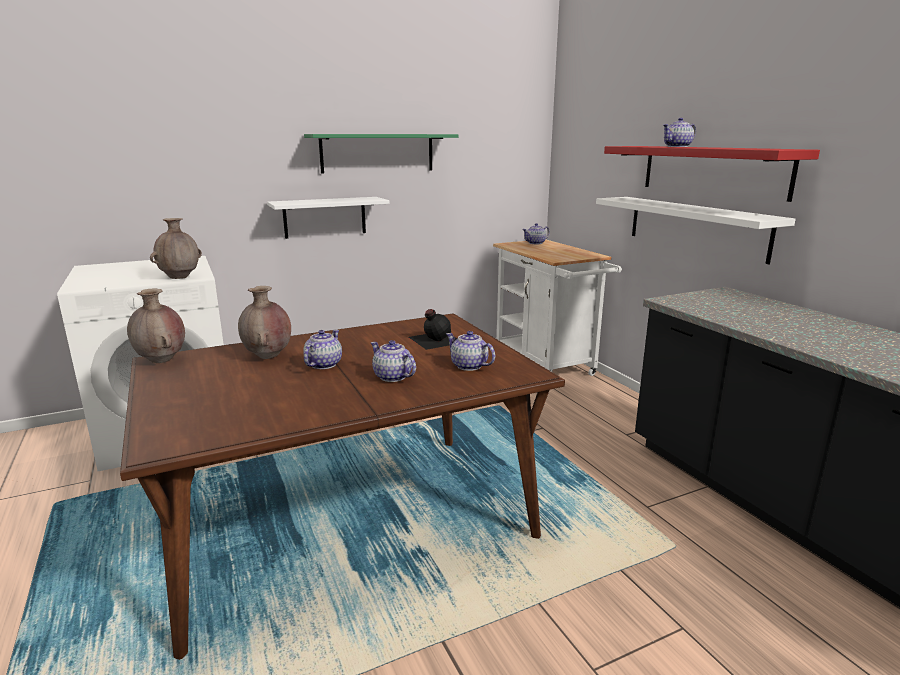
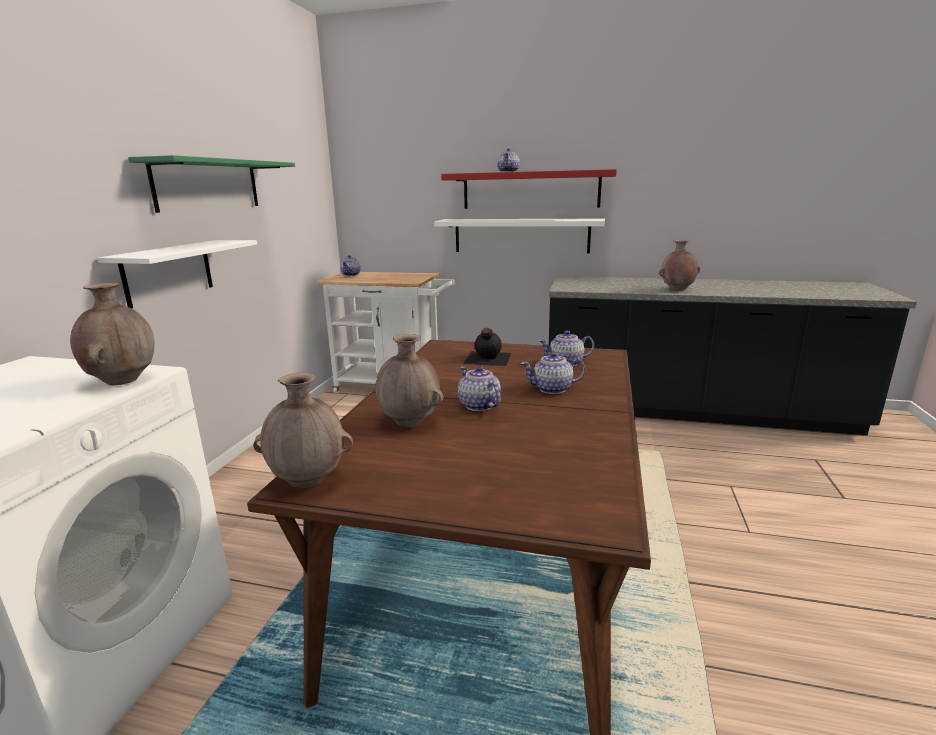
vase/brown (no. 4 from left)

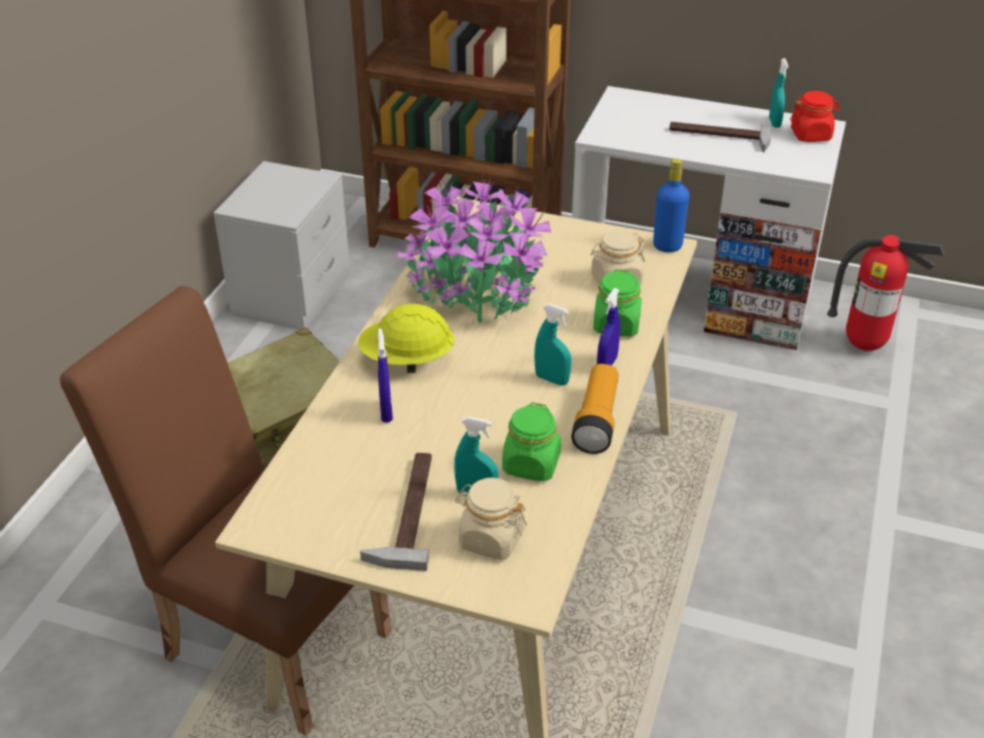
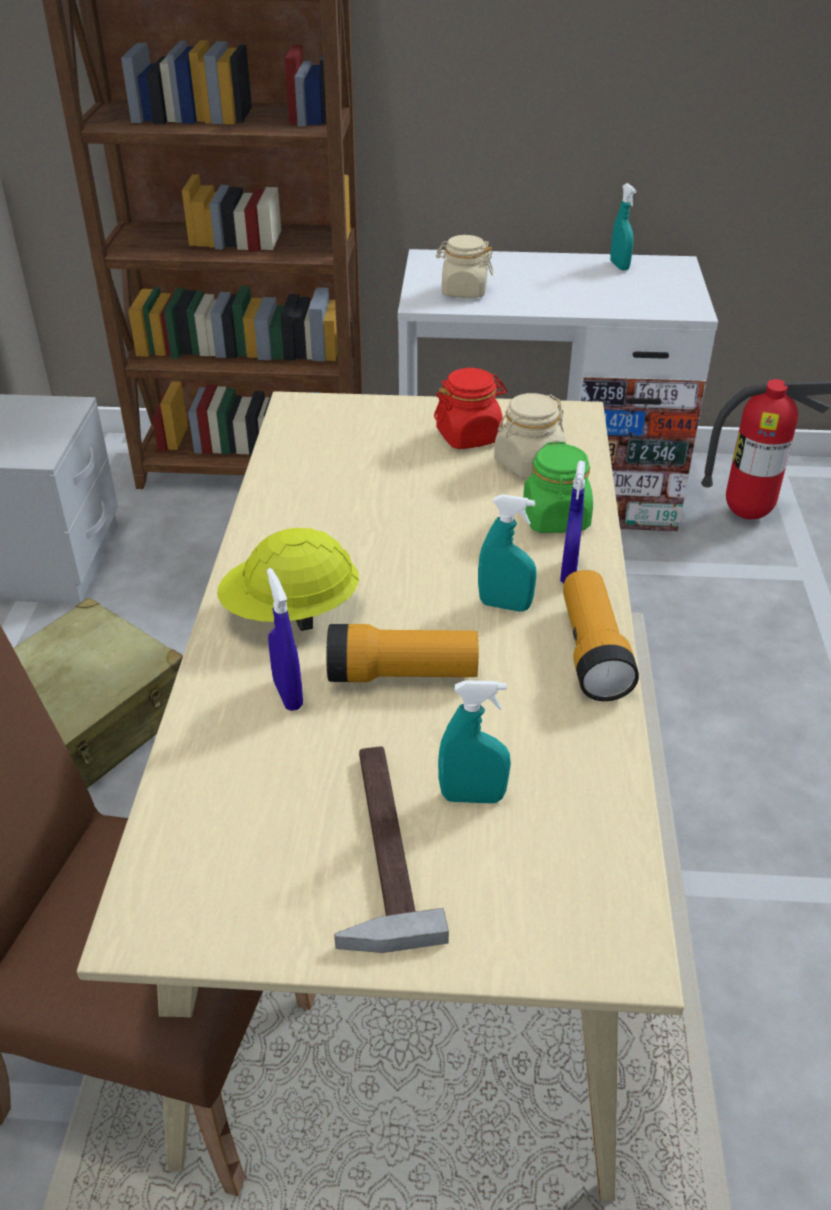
jar/red
hammer (no. 2 from left in the first image)
bottle/blue
potted plant
jar/green (no. 1 from left in the first image)
jar/beige (no. 1 from left)
flashlight (no. 1 from left)

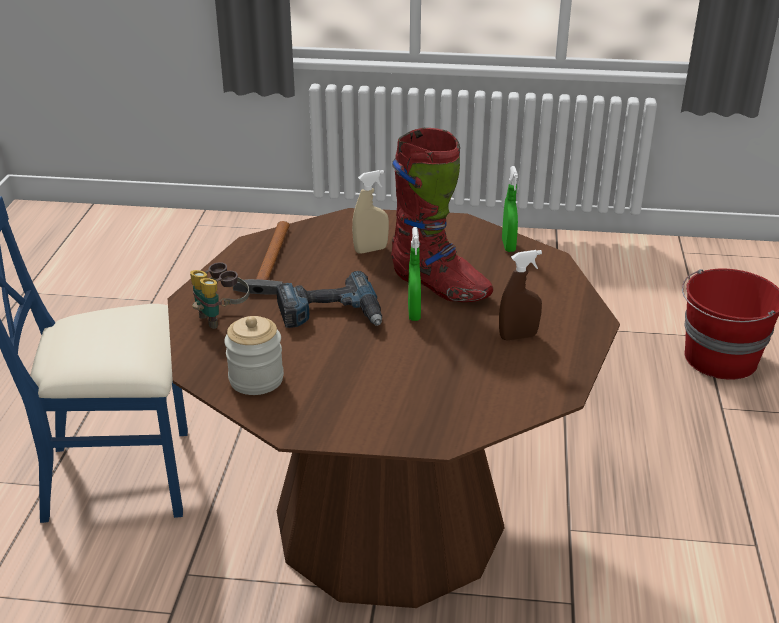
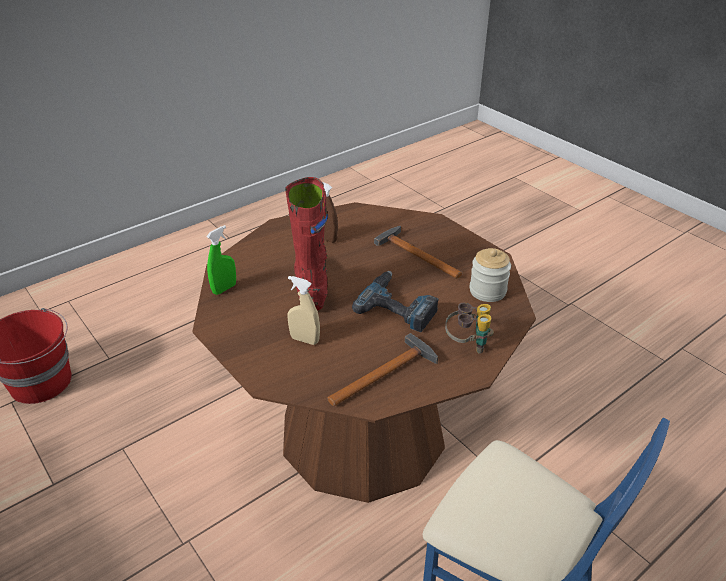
spray bottle/green (no. 1 from left in the first image)
hammer (no. 2 from left)

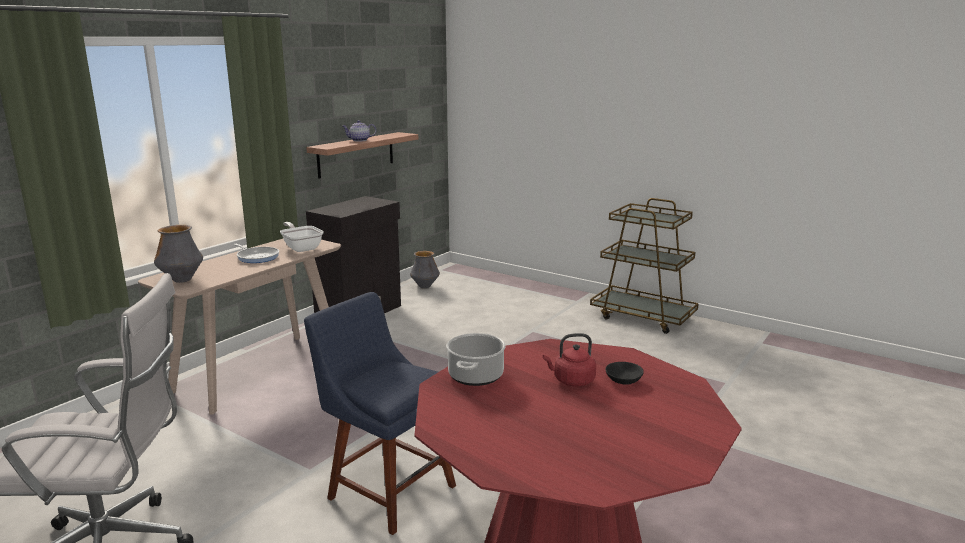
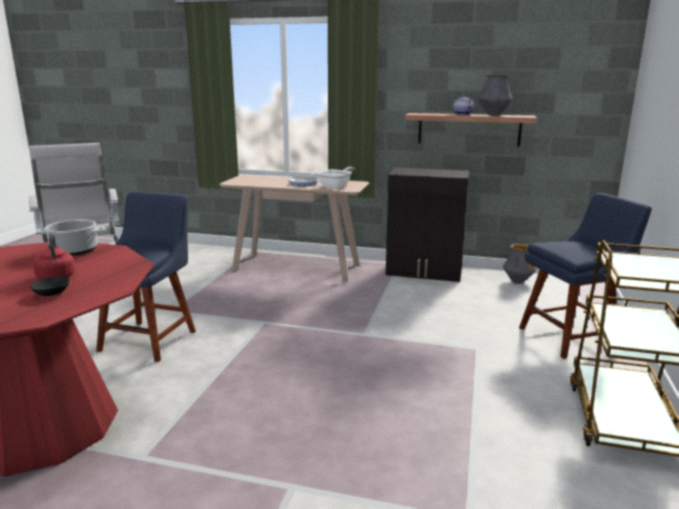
vase (no. 1 from left)
chair/blue (no. 2 from left)

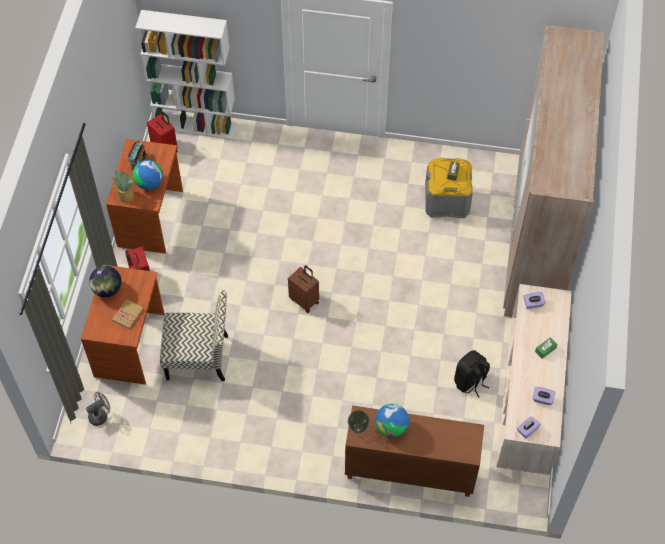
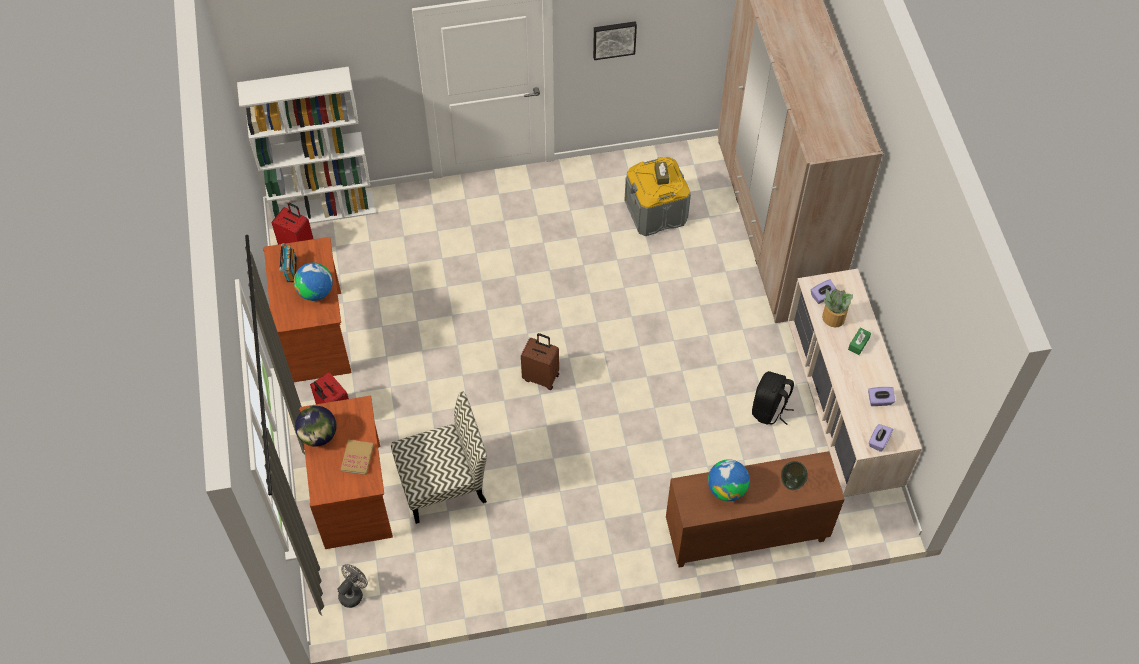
potted plant
vase
picture

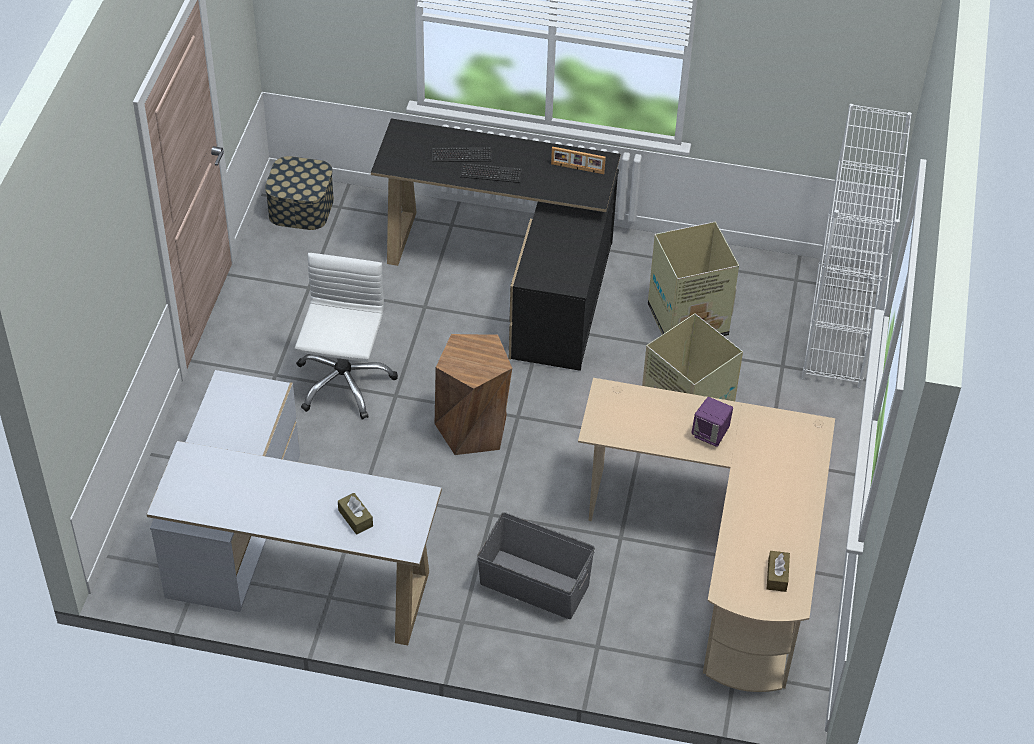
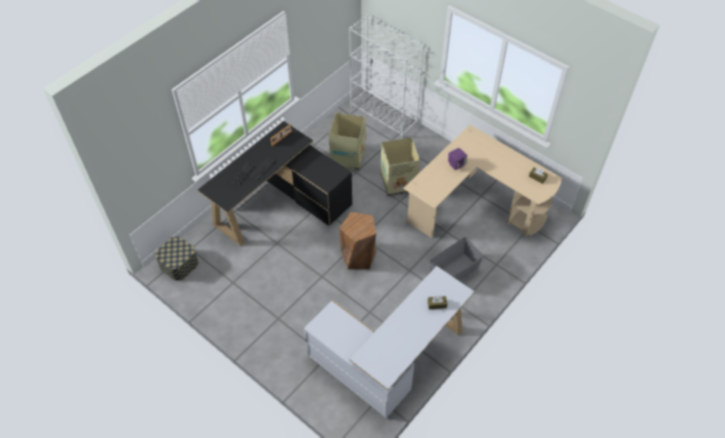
office chair/white

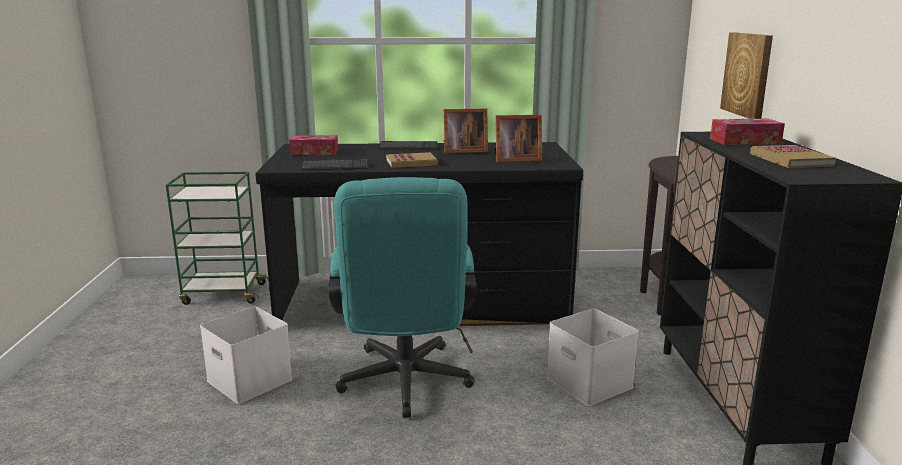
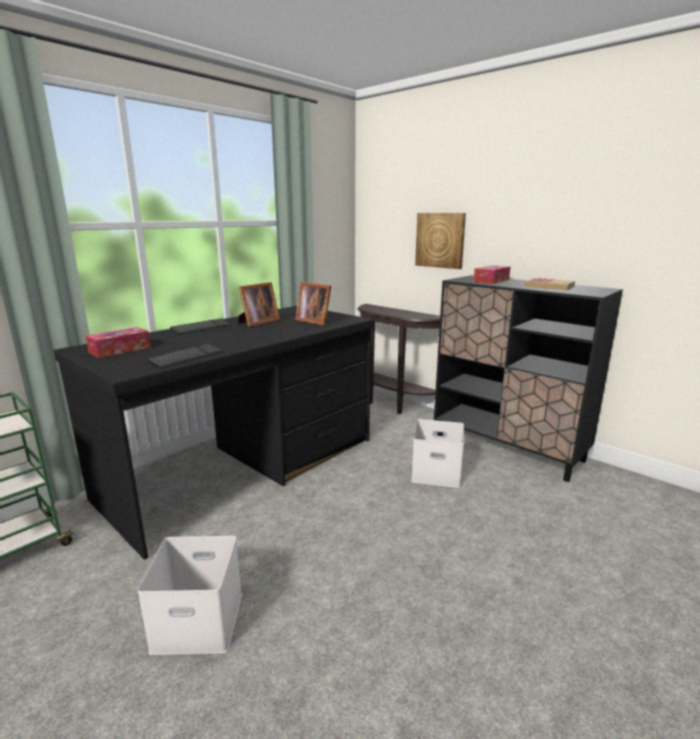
picture frame (no. 2 from left)
book (no. 1 from left in the first image)
office chair/turquoise

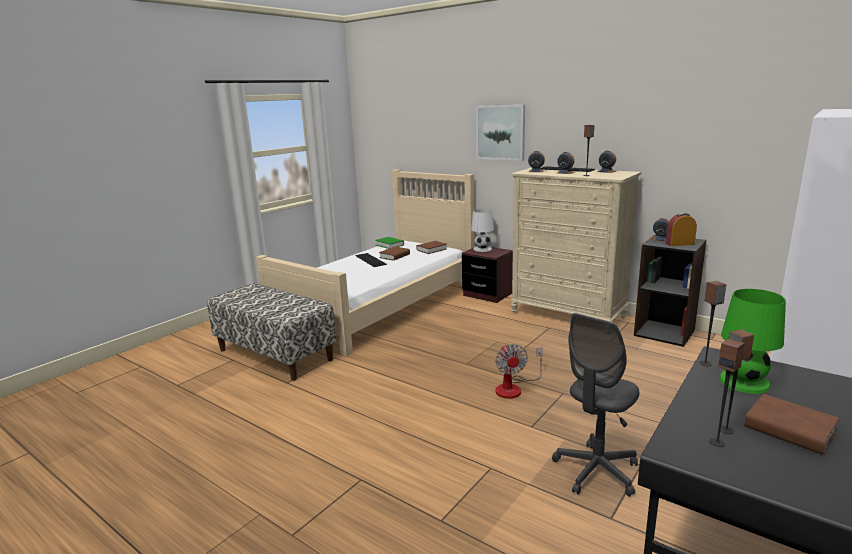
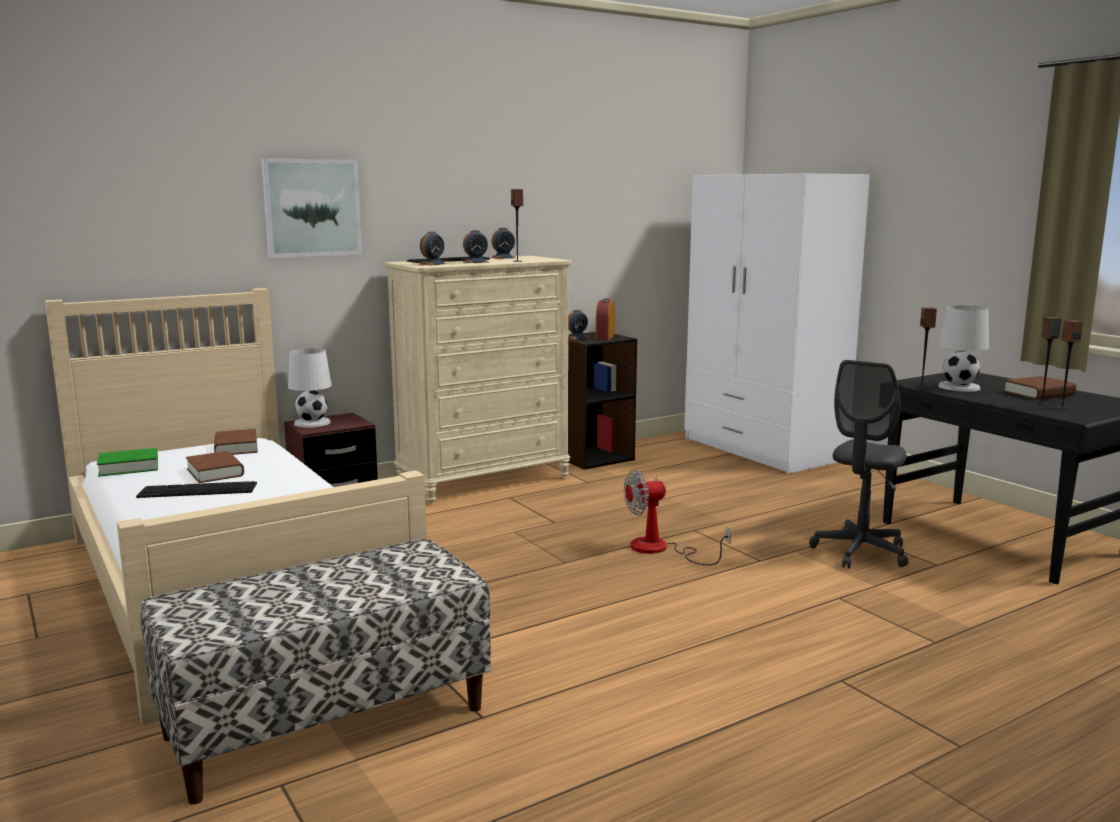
table lamp/white (no. 2 from left)
office chair/grey
fan

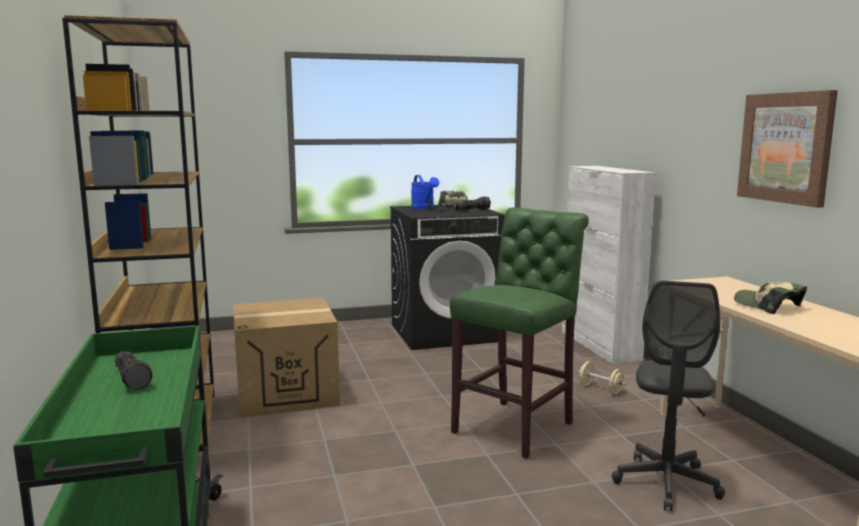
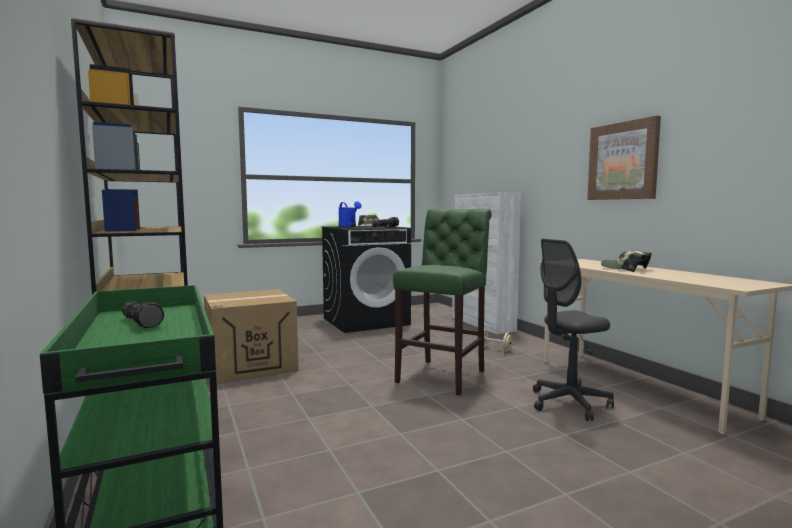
office chair/grey

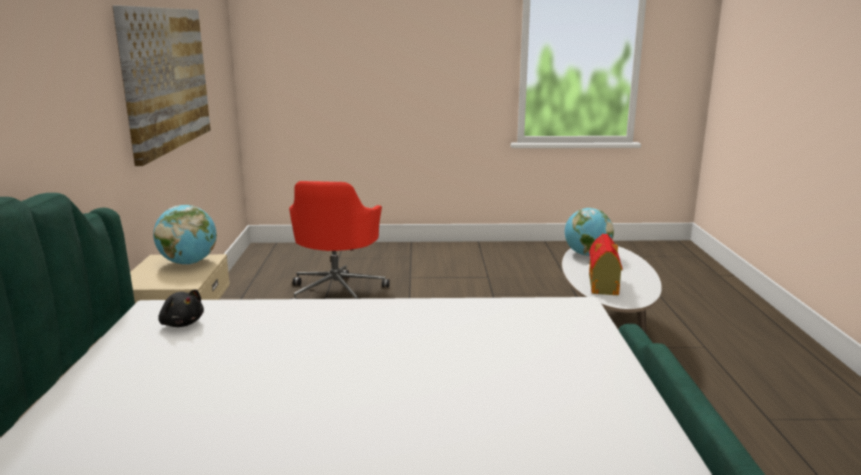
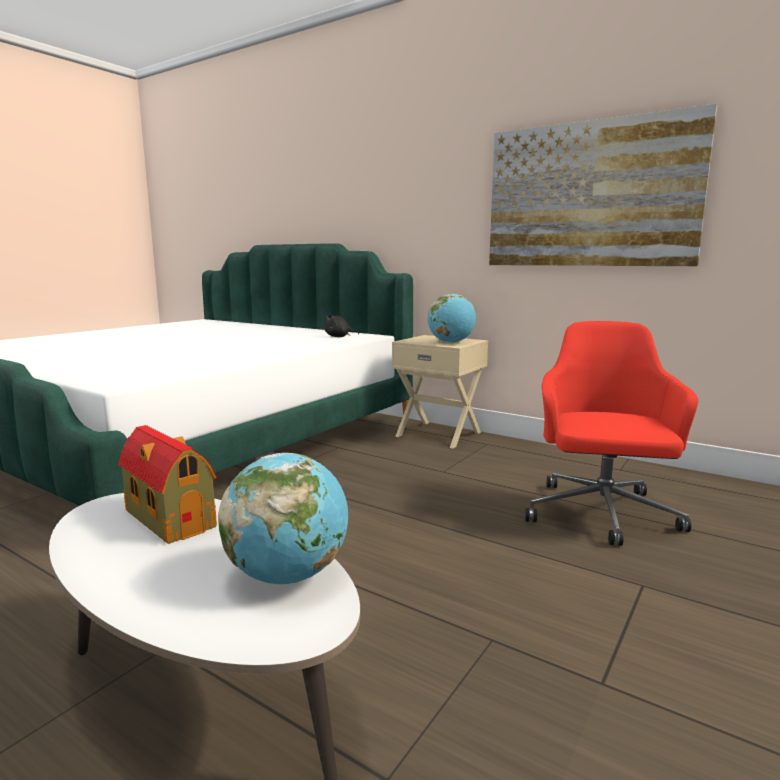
office chair/red

